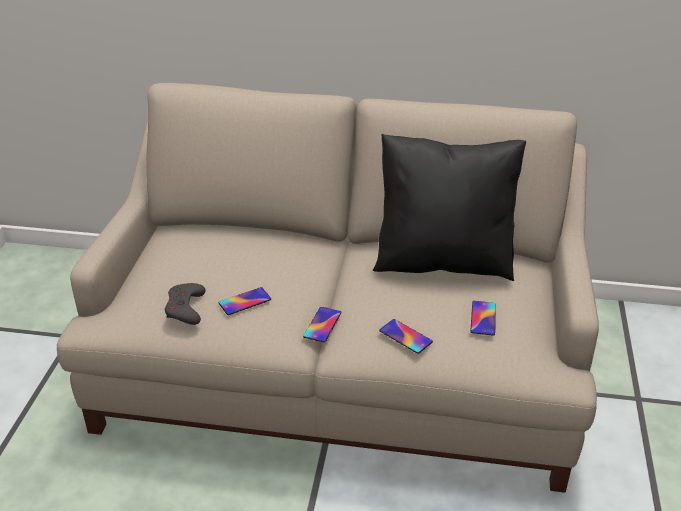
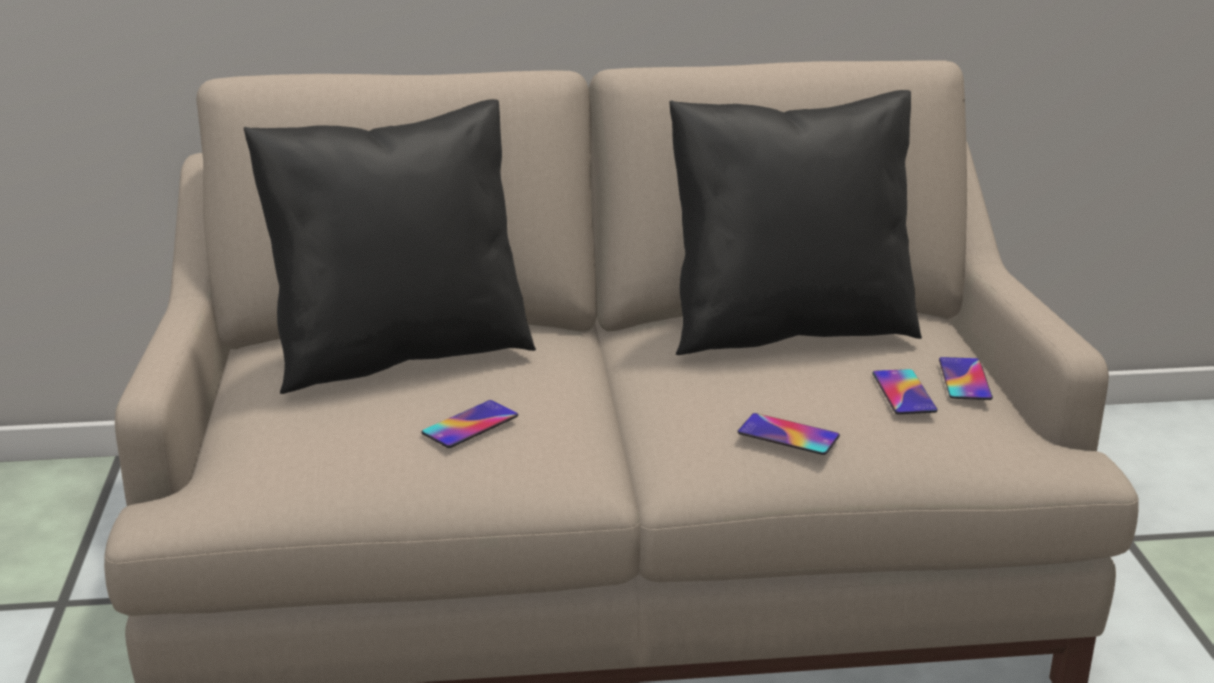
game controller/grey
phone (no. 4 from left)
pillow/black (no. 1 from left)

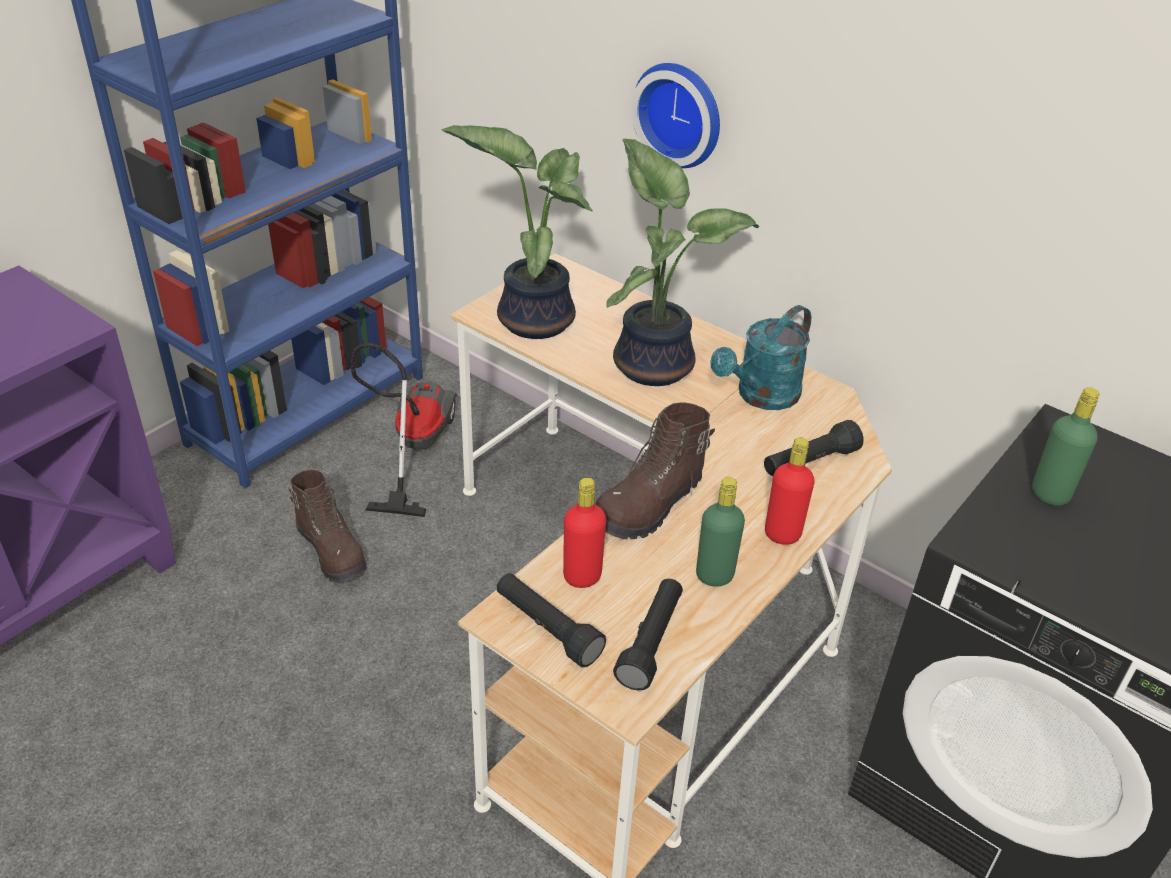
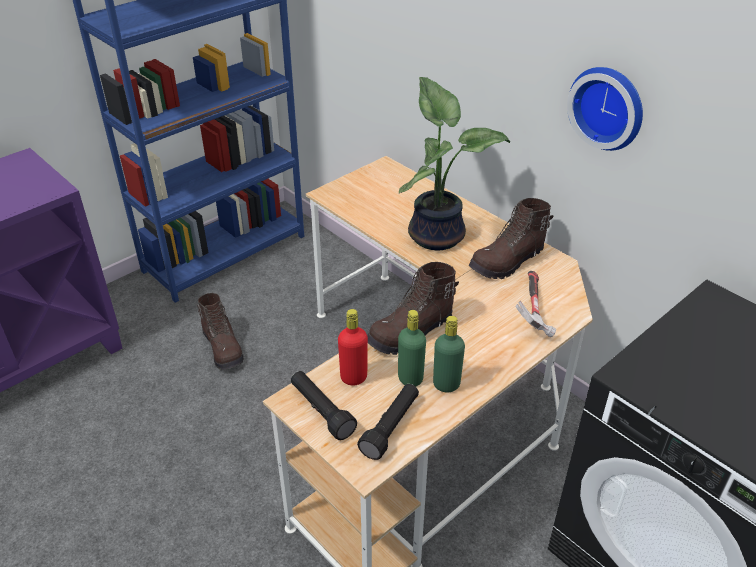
wall clock
potted plant (no. 1 from left in the first image)
boot/brown (no. 3 from left)
vacuum cleaner
bottle/green (no. 1 from left)
hammer
bottle/red (no. 2 from left in the first image)

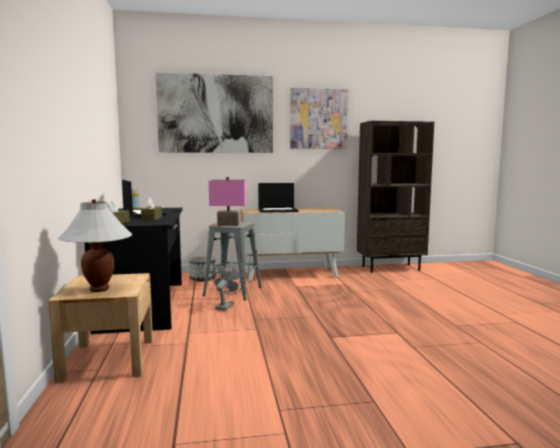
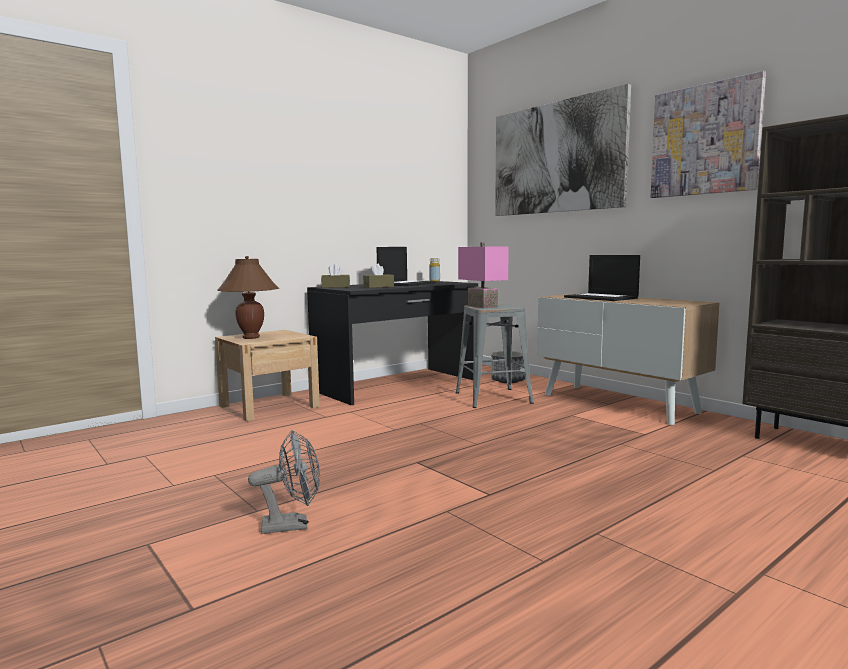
table lamp/brown
fan/grey

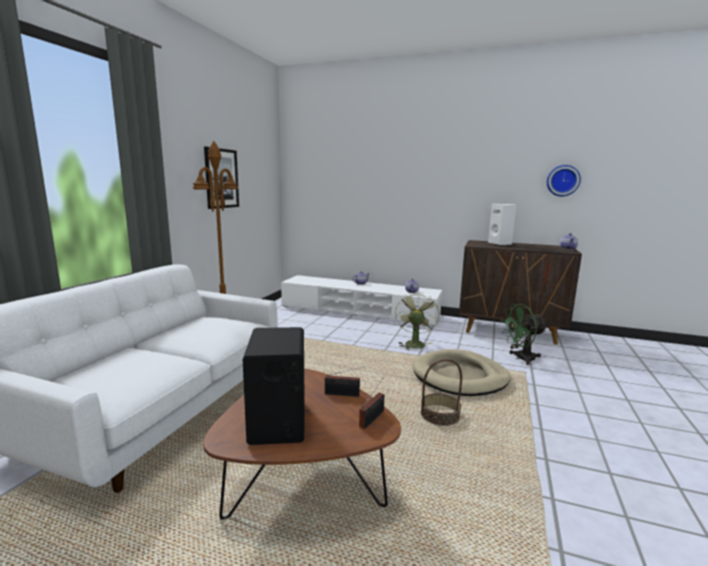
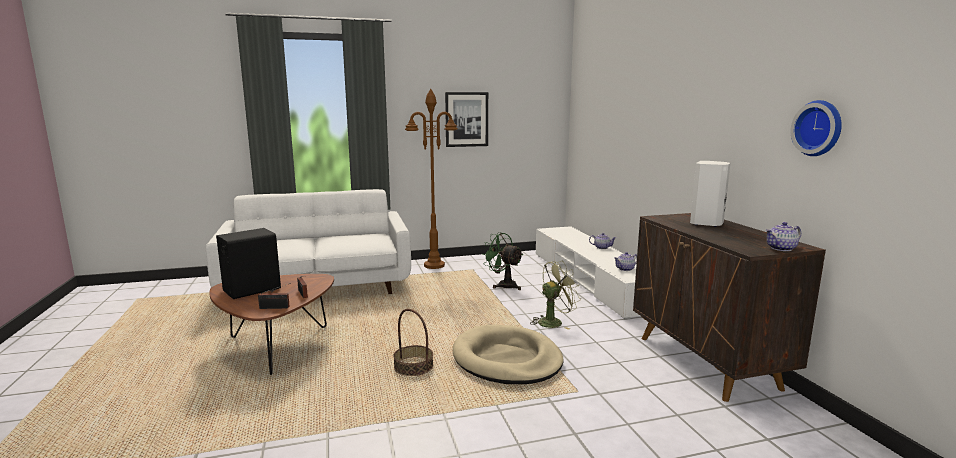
fan/green (no. 1 from left)

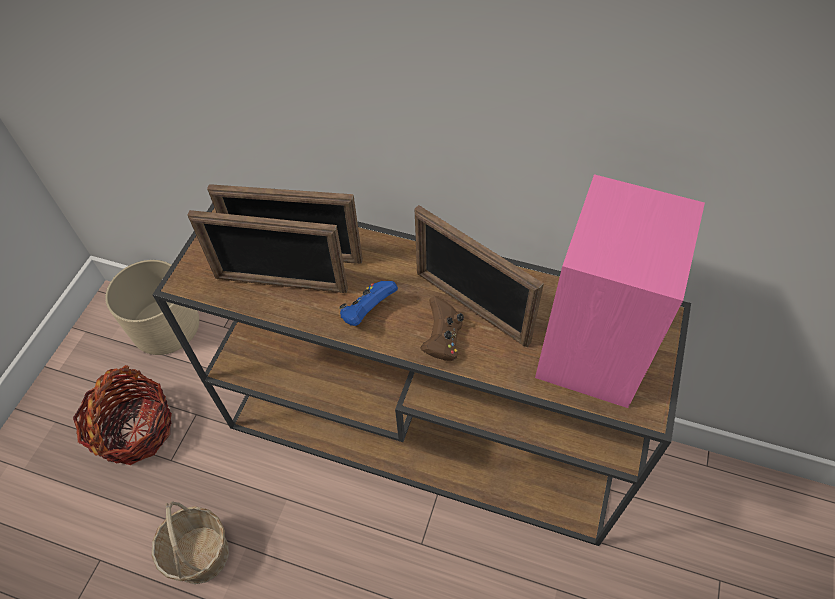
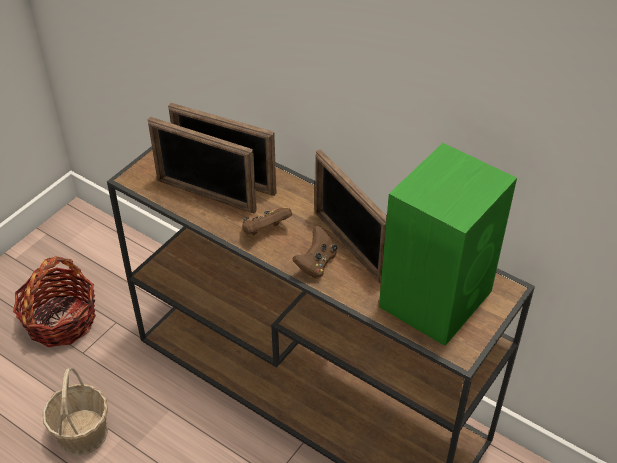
speaker/green
planter/beige
game controller/brown (no. 1 from left)

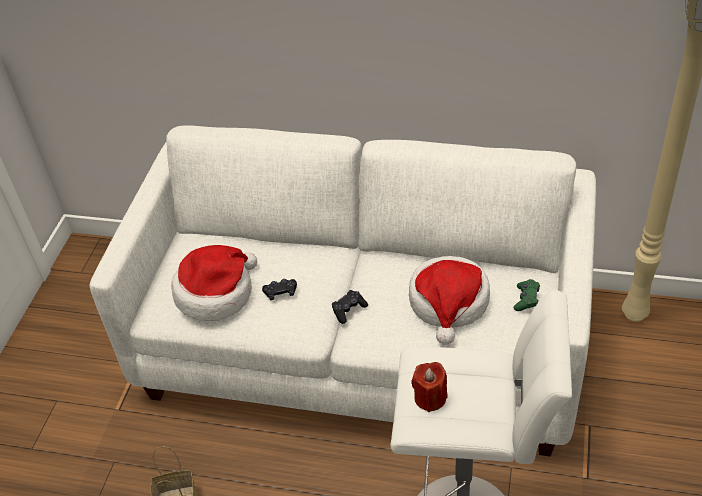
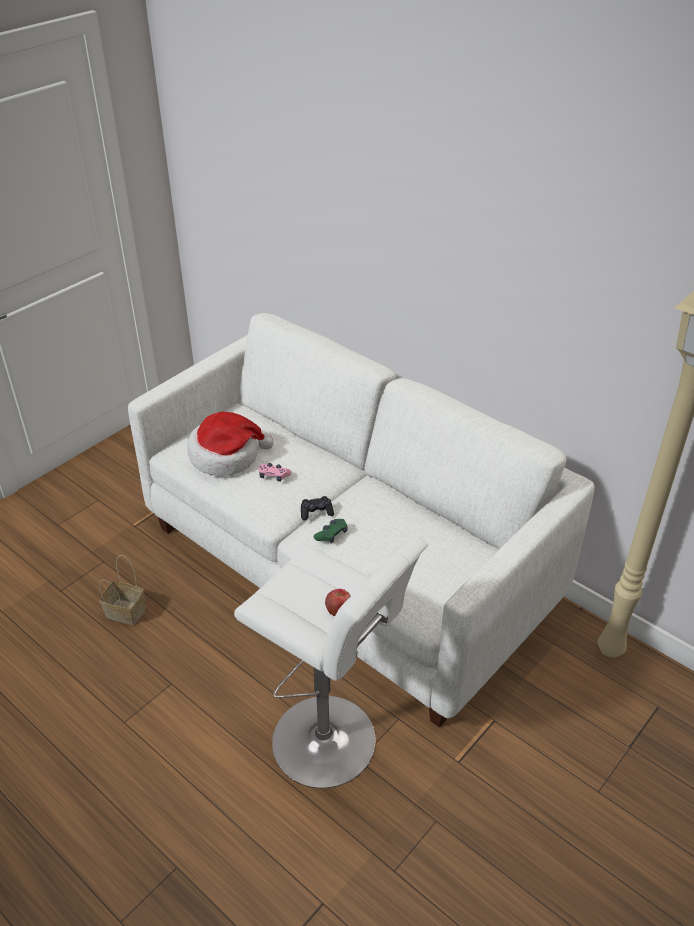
hat (no. 2 from left in the first image)
game controller/pink
game controller/green
candle/red
apple

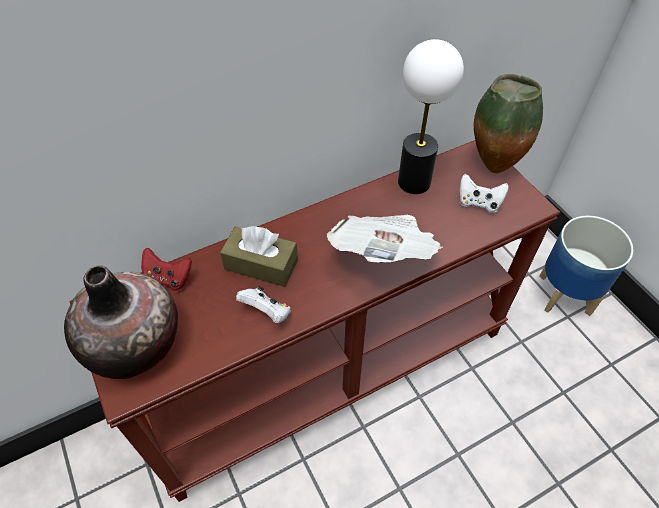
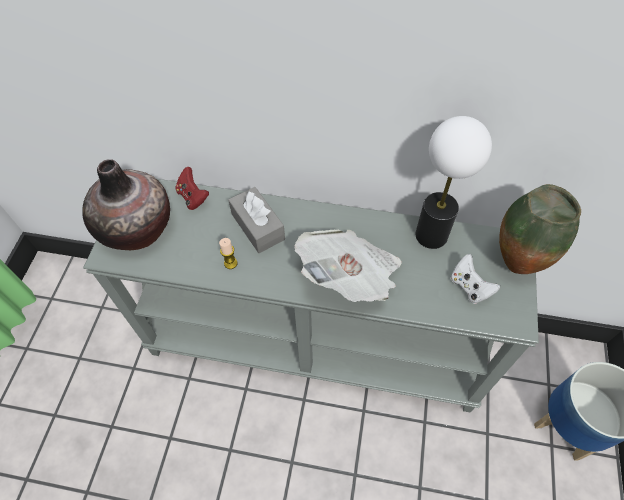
console table/grey
tissue box/grey
candle

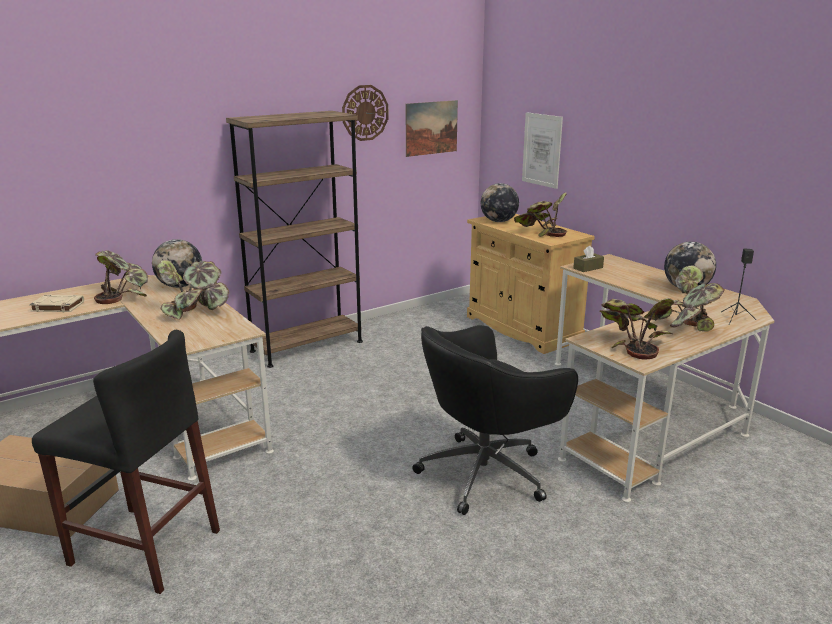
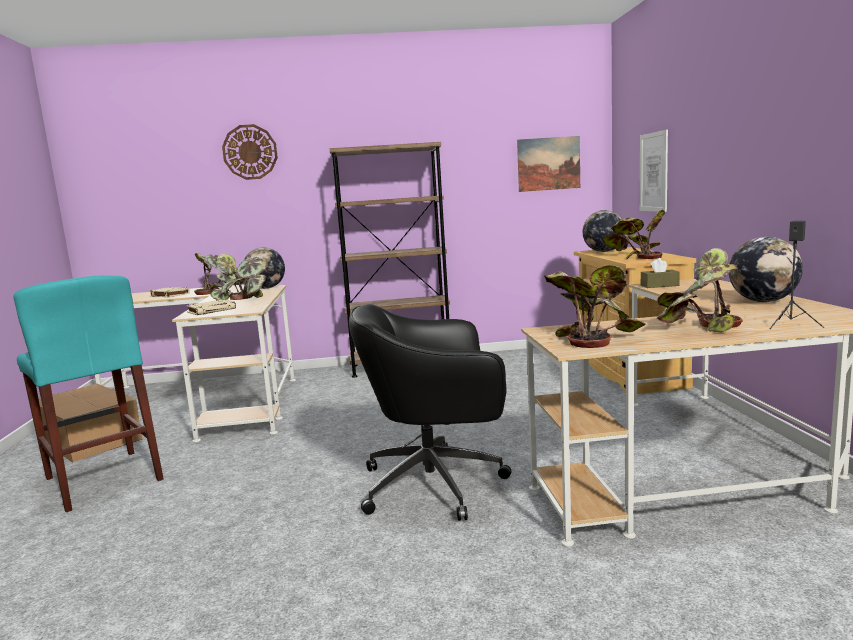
wall clock
stool/turquoise
book/beige (no. 2 from left)

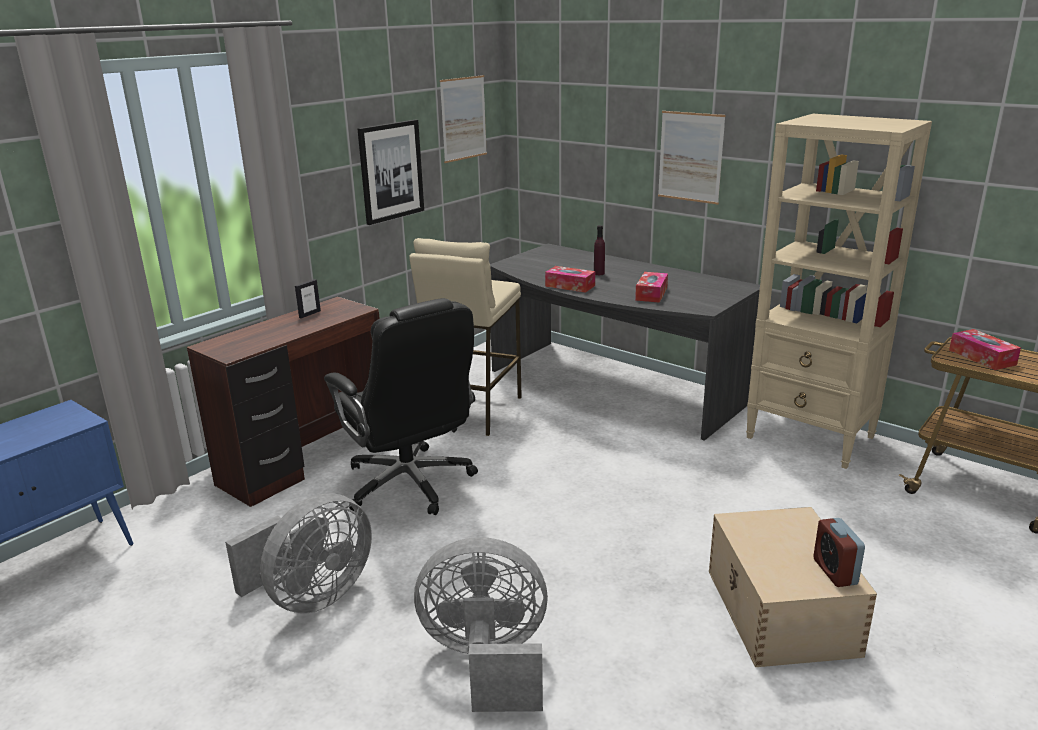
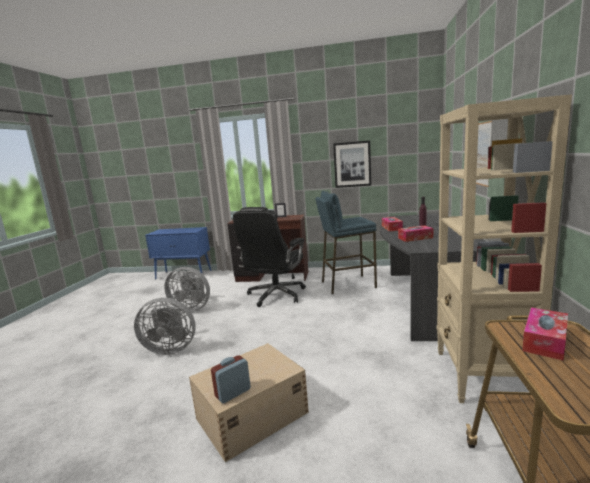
picture (no. 2 from left in the first image)
stool/blue
fan/grey (no. 1 from left)

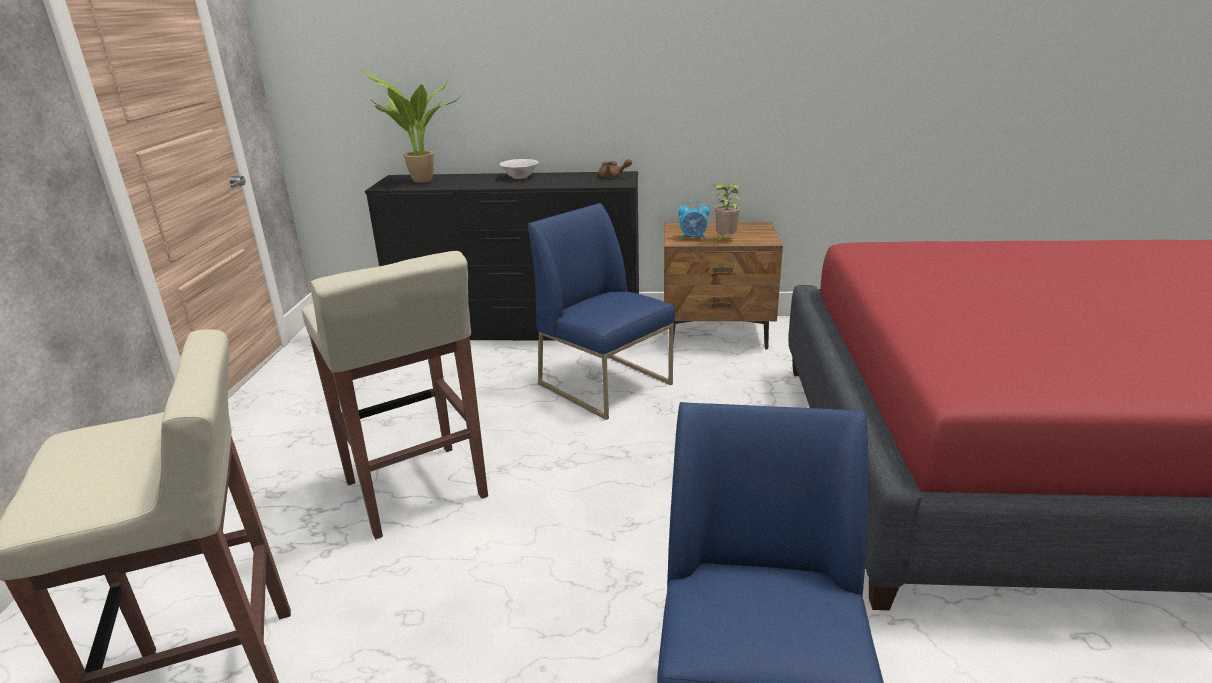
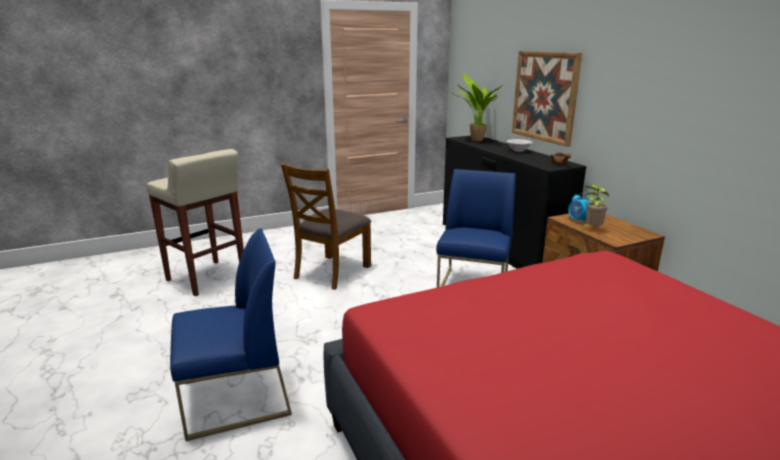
chair/brown
picture

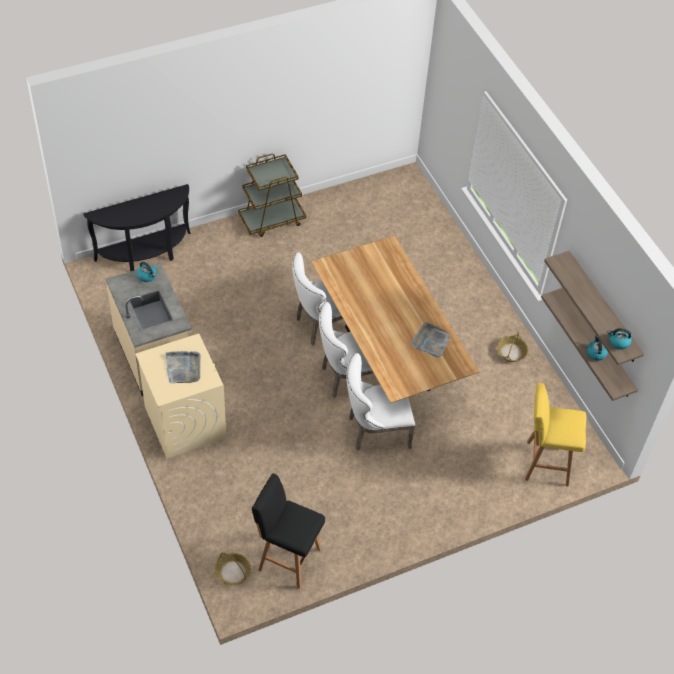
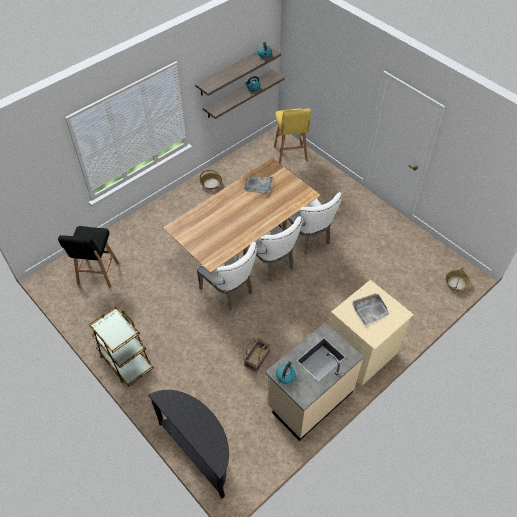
stool/black
basket (no. 2 from left)

